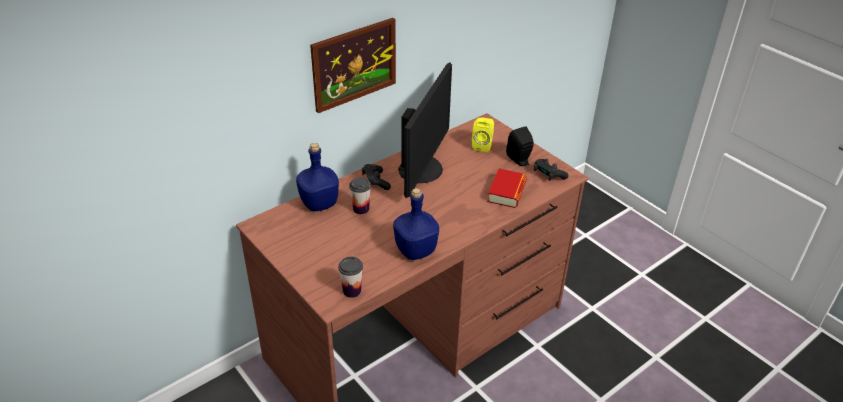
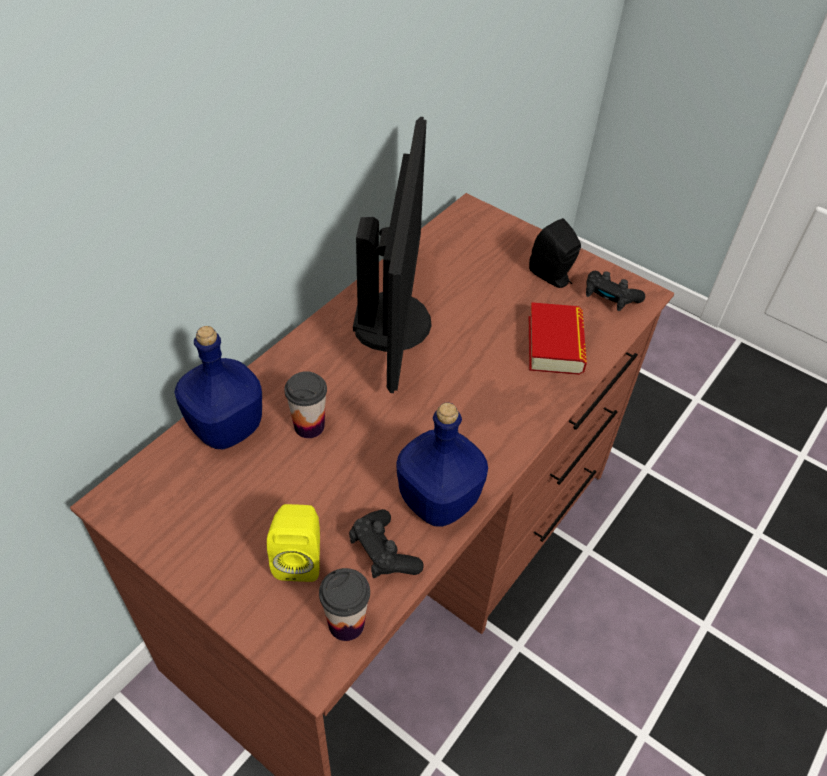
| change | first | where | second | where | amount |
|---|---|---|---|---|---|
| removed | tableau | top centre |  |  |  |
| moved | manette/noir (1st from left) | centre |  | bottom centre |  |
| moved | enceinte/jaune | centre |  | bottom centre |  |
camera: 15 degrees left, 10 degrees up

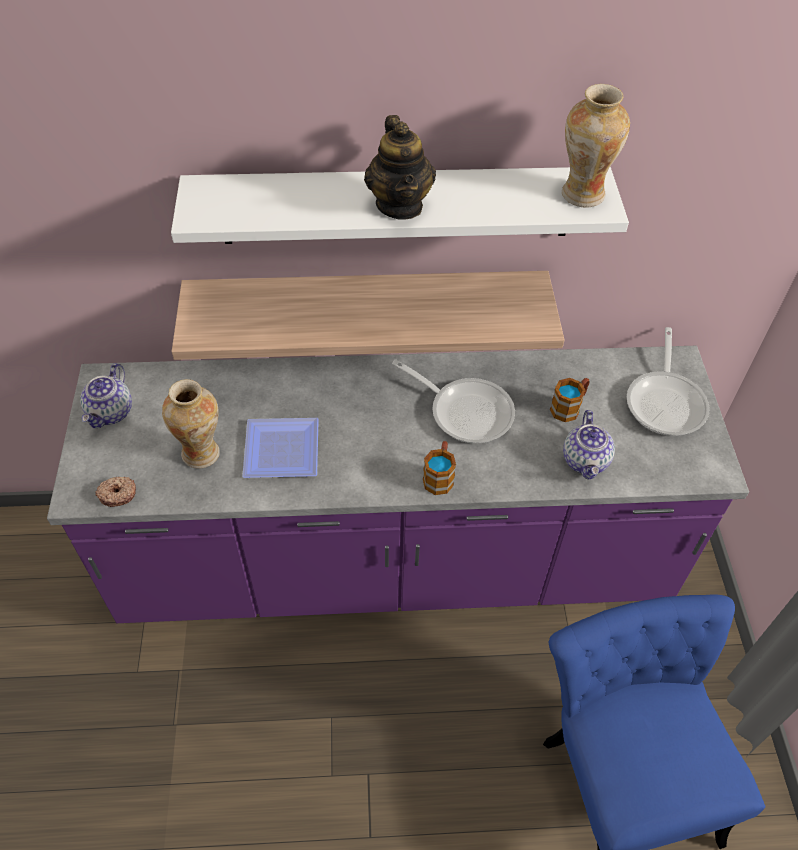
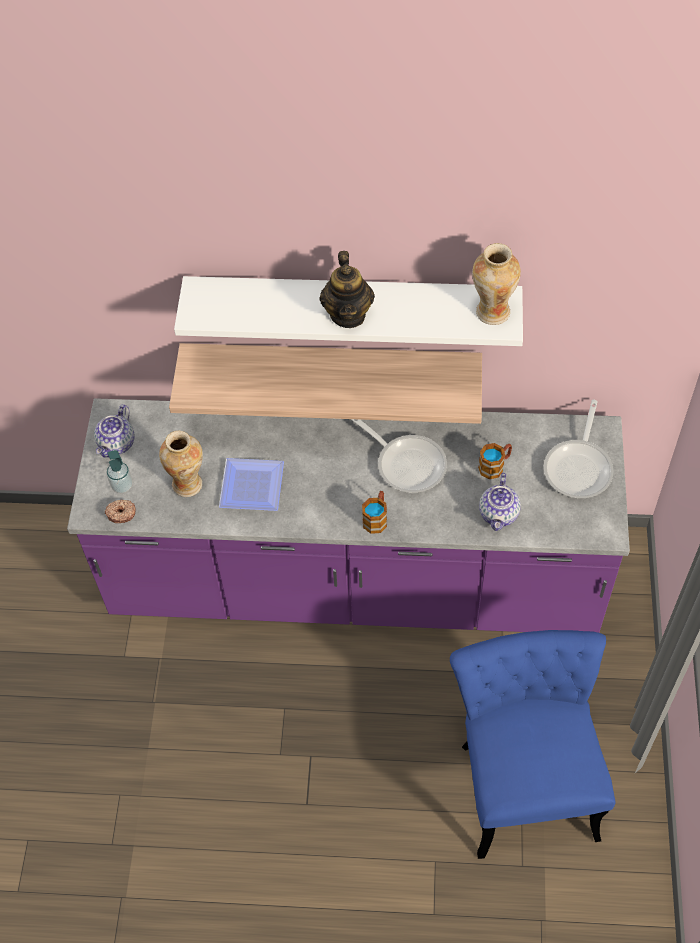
| change | first | where | second | where | amount |
|---|---|---|---|---|---|
| added |  |  | distributeur de savon | middle left |  |
camera: 10 degrees right, 5 degrees up

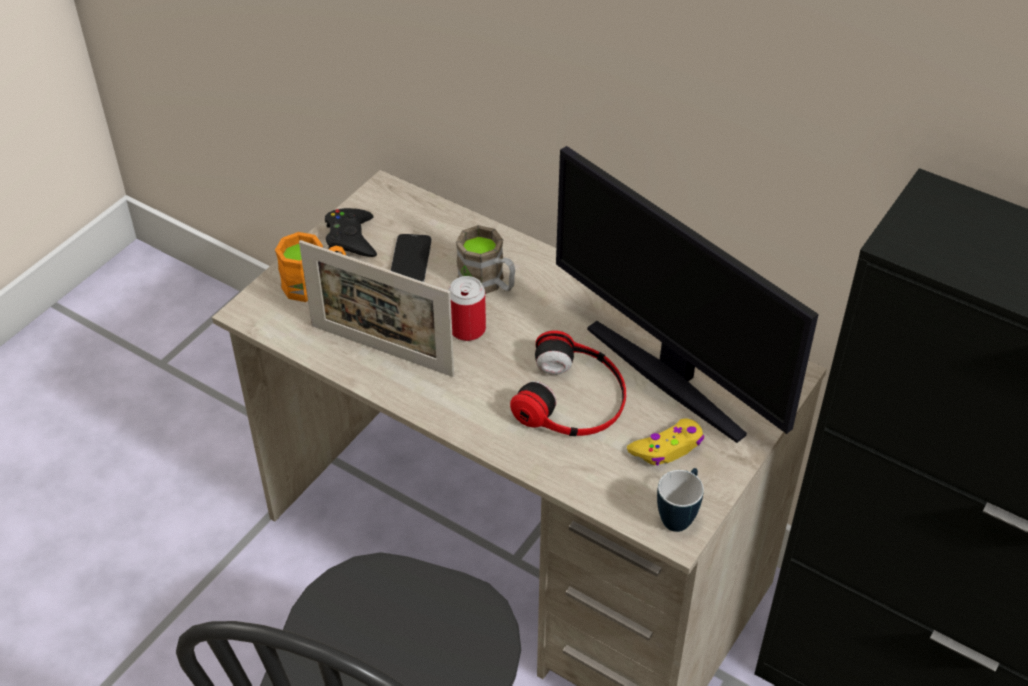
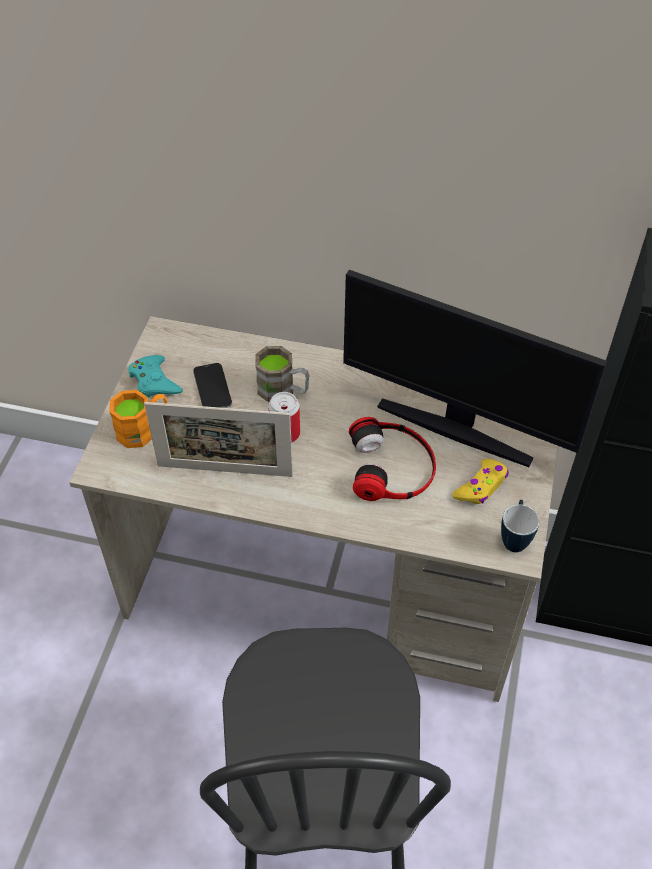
| change | first | where | second | where | amount |
|---|---|---|---|---|---|
| recoloured | manette/noir | centre | manette/turquoise | middle left |  |
camera: 20 degrees left, 5 degrees up

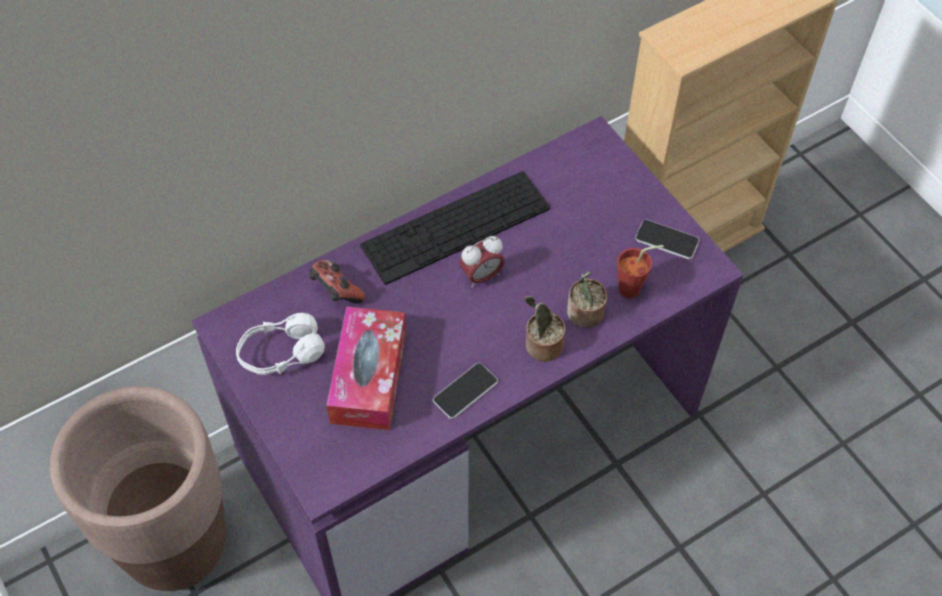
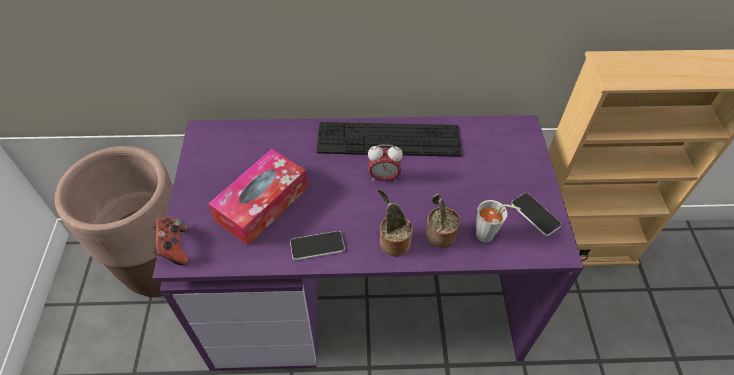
| change | first | where | second | where | amount |
|---|---|---|---|---|---|
| removed | casque audio/blanc | middle left |  |  |  |
| moved | manette | centre |  | middle left |  |
| recoloured | tasse/rouge | middle right | tasse/gris | middle right |  |
camera: 30 degrees right, 5 degrees down

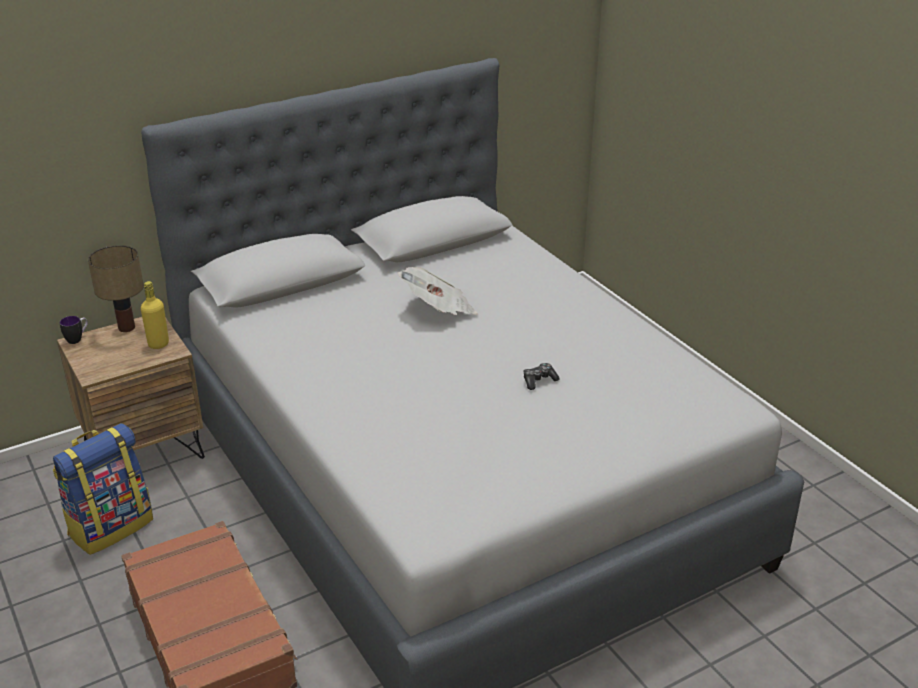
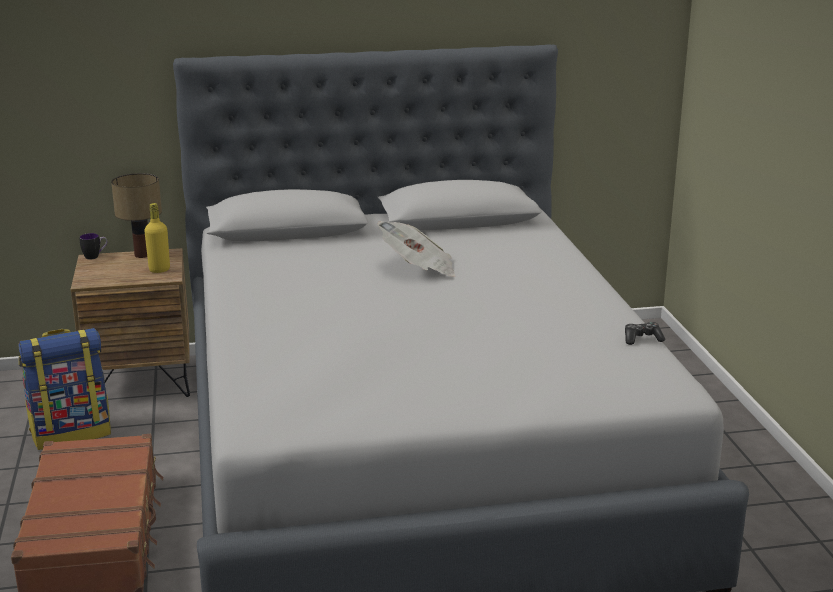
| change | first | where | second | where | amount |
|---|---|---|---|---|---|
| moved | manette | centre |  | middle right |  |
camera: 20 degrees right, 10 degrees down

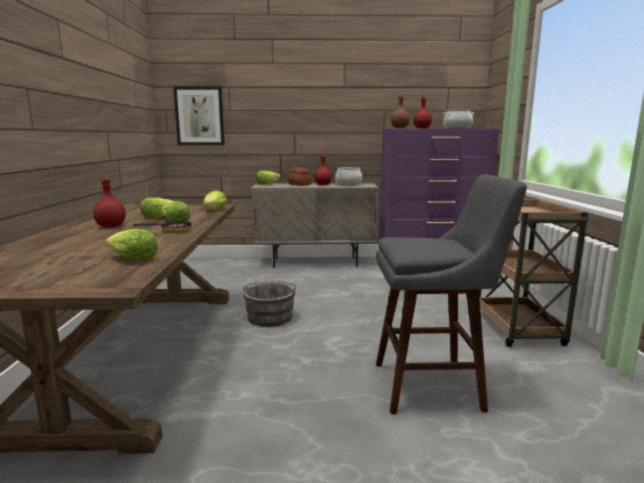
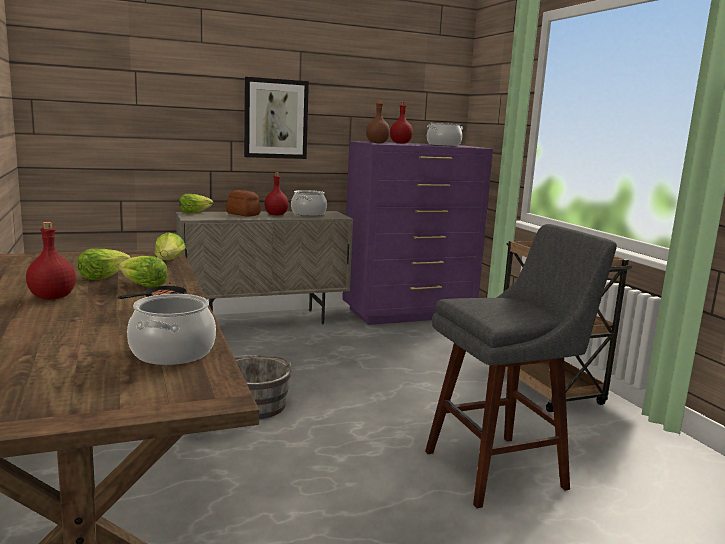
| change | first | where | second | where | amount |
|---|---|---|---|---|---|
| moved | tableau | top left |  | top centre |  |
| replaced | laitue (1st from left) | middle left | marmite (1st from left) | middle left |  |
camera: 20 degrees left, 0 degrees up

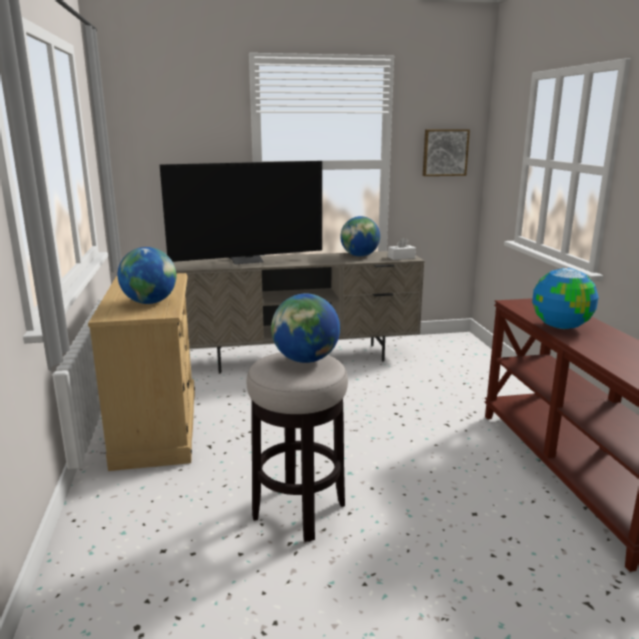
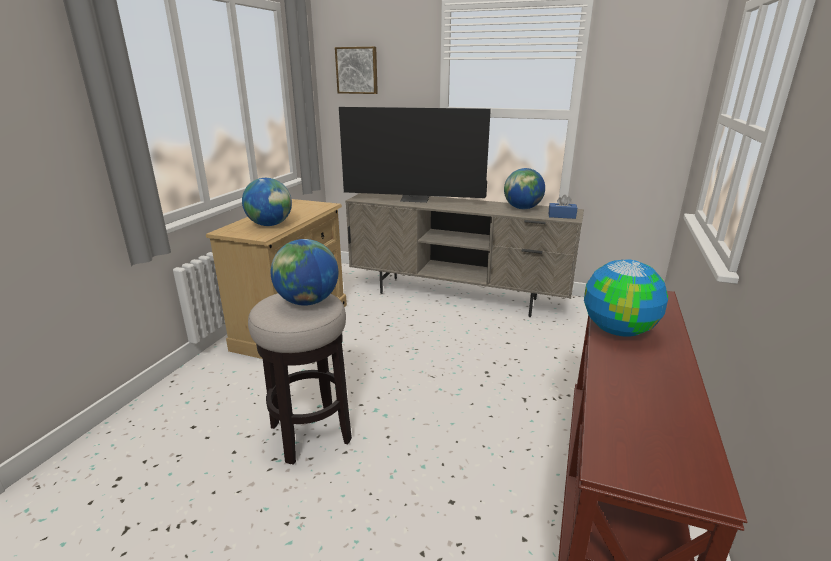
| change | first | where | second | where | amount |
|---|---|---|---|---|---|
| moved | tableau | top right |  | top centre |  |
| recoloured | boîte à mouchoirs/blanc | centre | boîte à mouchoirs/bleu | middle right |  |
camera: 30 degrees right, 5 degrees up

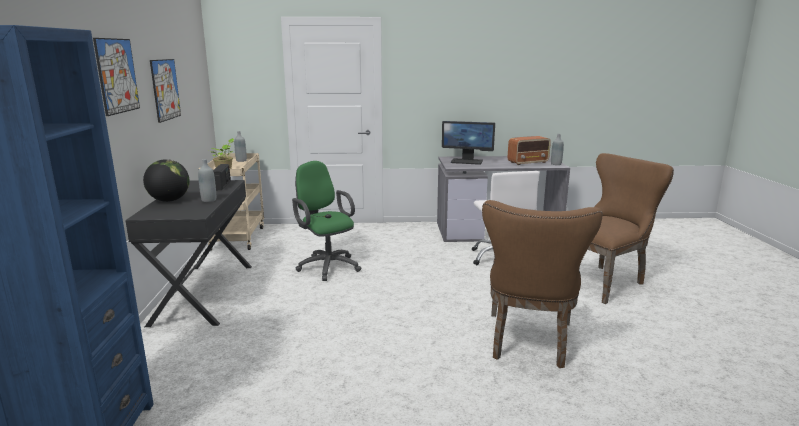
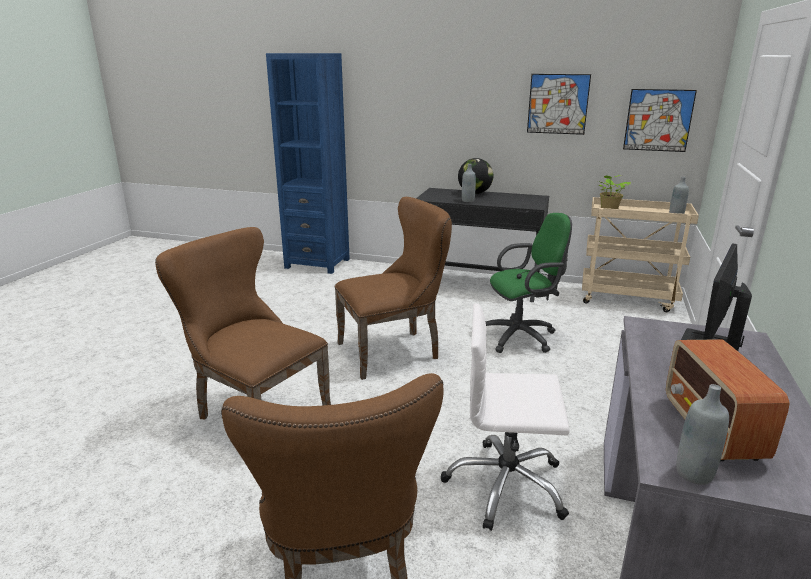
| change | first | where | second | where | amount |
|---|---|---|---|---|---|
| removed | radio (1st from left) | middle left |  |  |  |
| added |  |  | chaise/marron (3rd from left) | centre |  |
| moved | tableau (1st from left in the first image) | top left | tableau (2nd from left) | top right |  |
camera: 110 degrees right, 5 degrees up

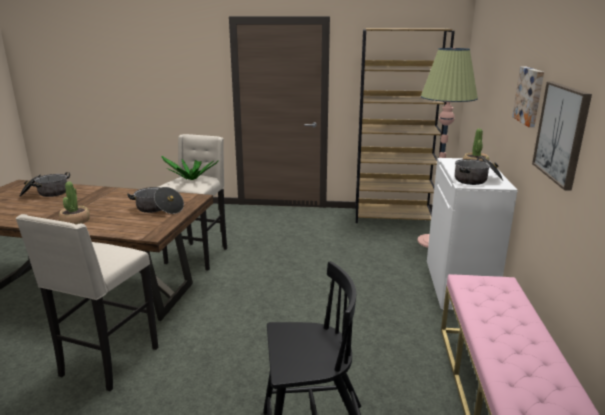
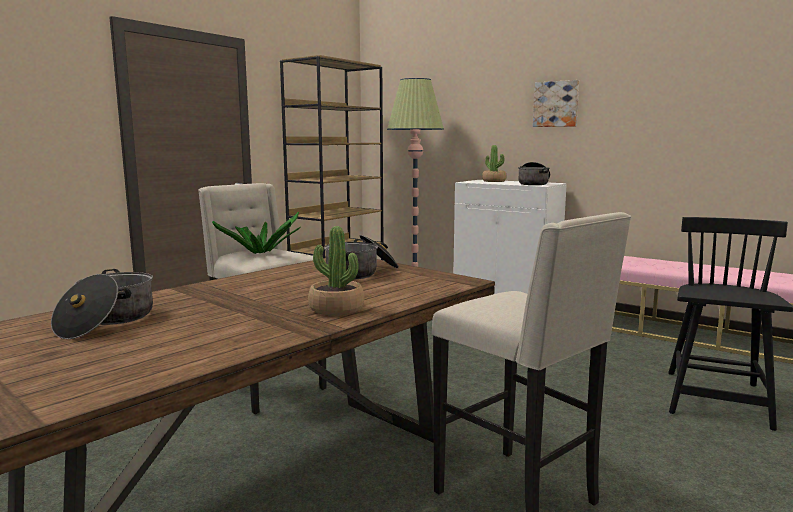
| change | first | where | second | where | amount |
|---|---|---|---|---|---|
| removed | tableau (2nd from left) | top right |  |  |  |
camera: 60 degrees left, 10 degrees down

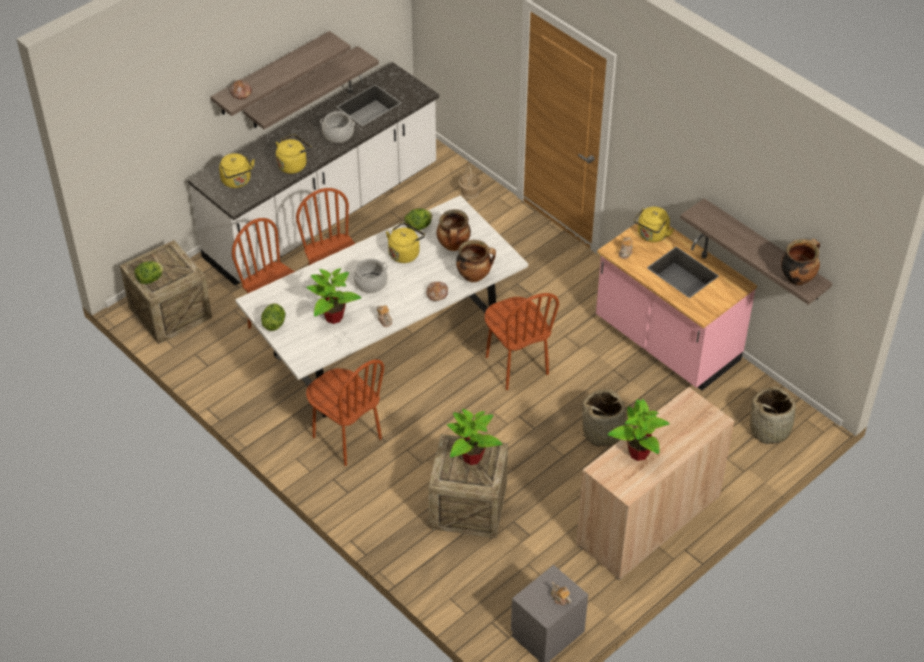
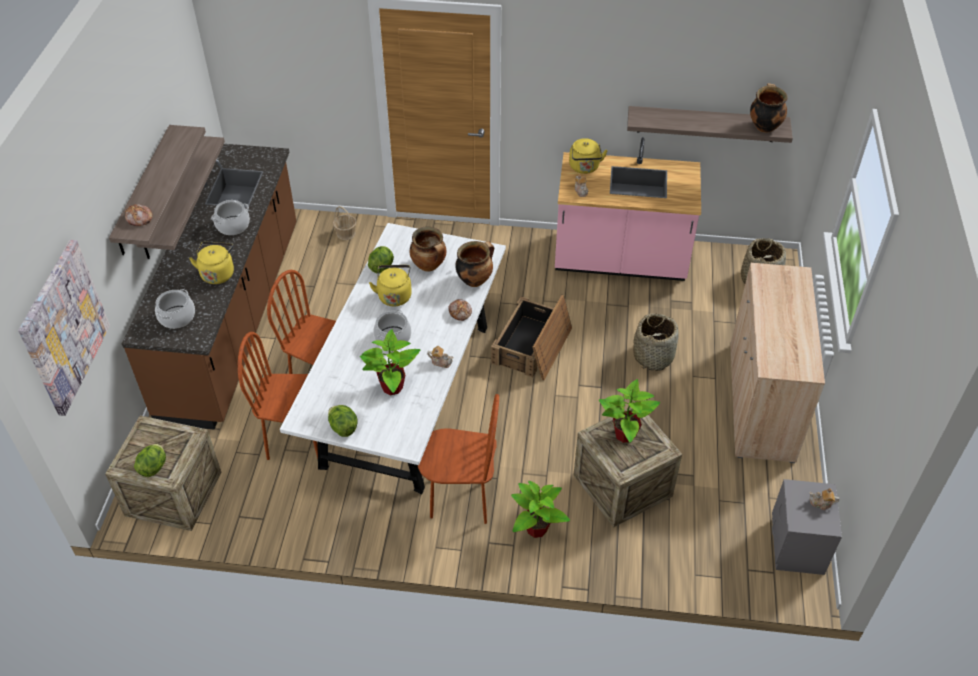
| change | first | where | second | where | amount |
|---|---|---|---|---|---|
| added |  |  | tableau | middle left |  |
| moved | plante en pot (3rd from left in the first image) | middle right | plante en pot (2nd from left) | bottom centre |  |
| replaced | bouilloire/jaune (1st from left) | top left | marmite (1st from left) | middle left |  |
| replaced | chaise/marron (4th from left) | centre | caisse (2nd from left) | centre |  |
| recoloured | comptoir de cuisine/blanc | top centre | comptoir de cuisine/marron | middle left |  |
camera: 40 degrees left, 0 degrees up

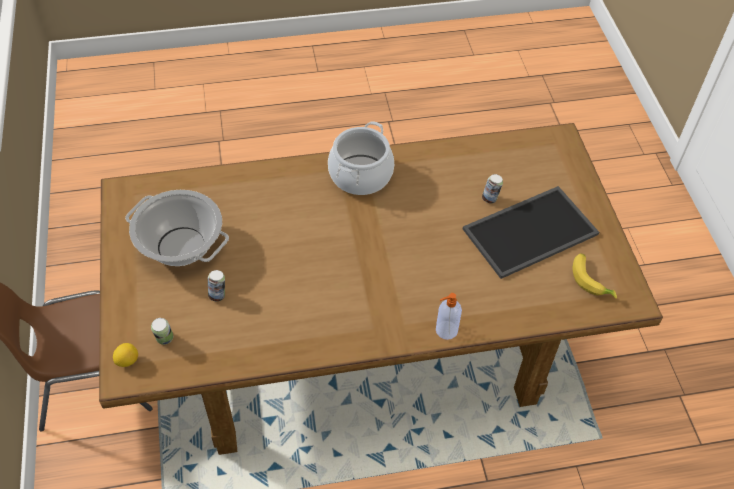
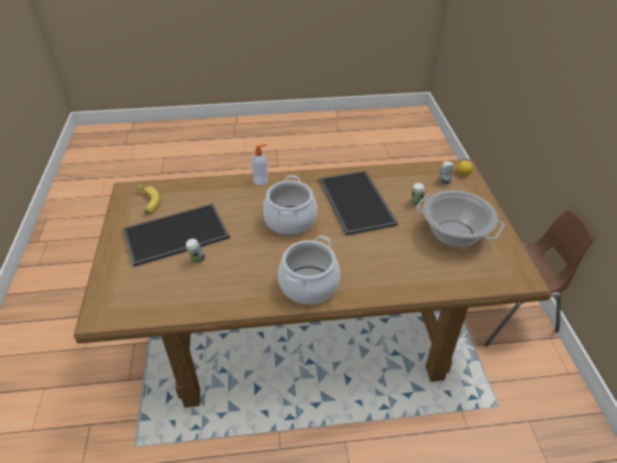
| change | first | where | second | where | amount |
|---|---|---|---|---|---|
| added |  |  | marmite (1st from left) | centre |  |
| added |  |  | plateau (2nd from left) | centre |  |
camera: 175 degrees left, 10 degrees down

